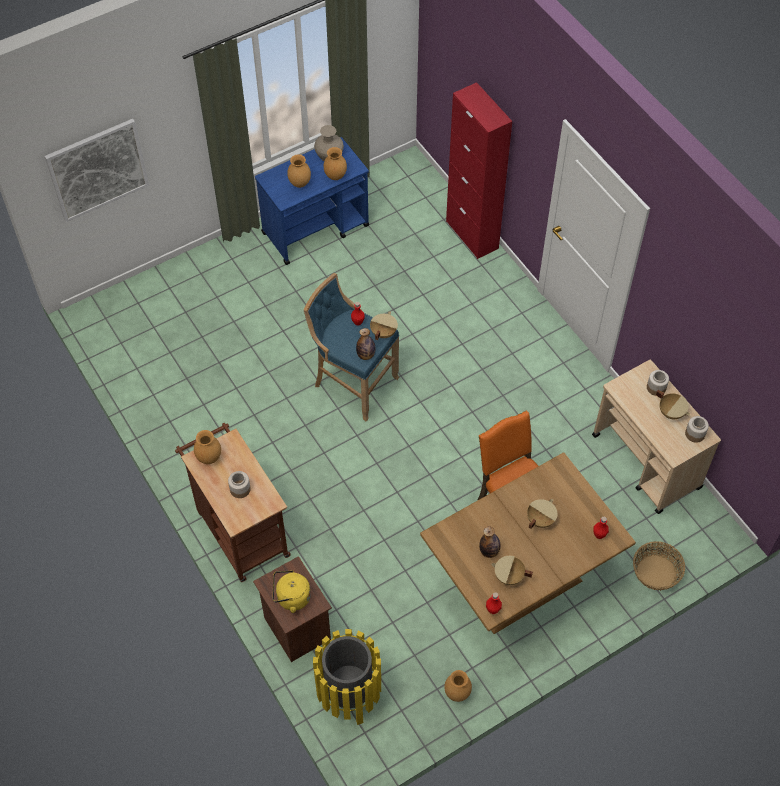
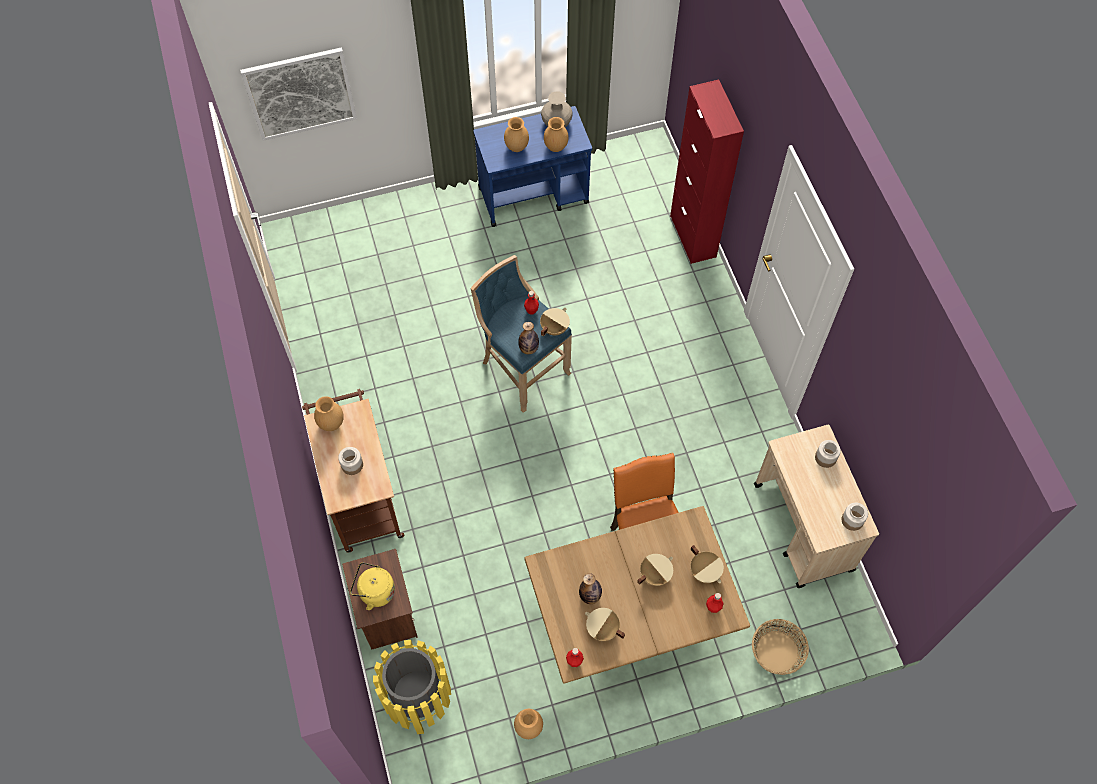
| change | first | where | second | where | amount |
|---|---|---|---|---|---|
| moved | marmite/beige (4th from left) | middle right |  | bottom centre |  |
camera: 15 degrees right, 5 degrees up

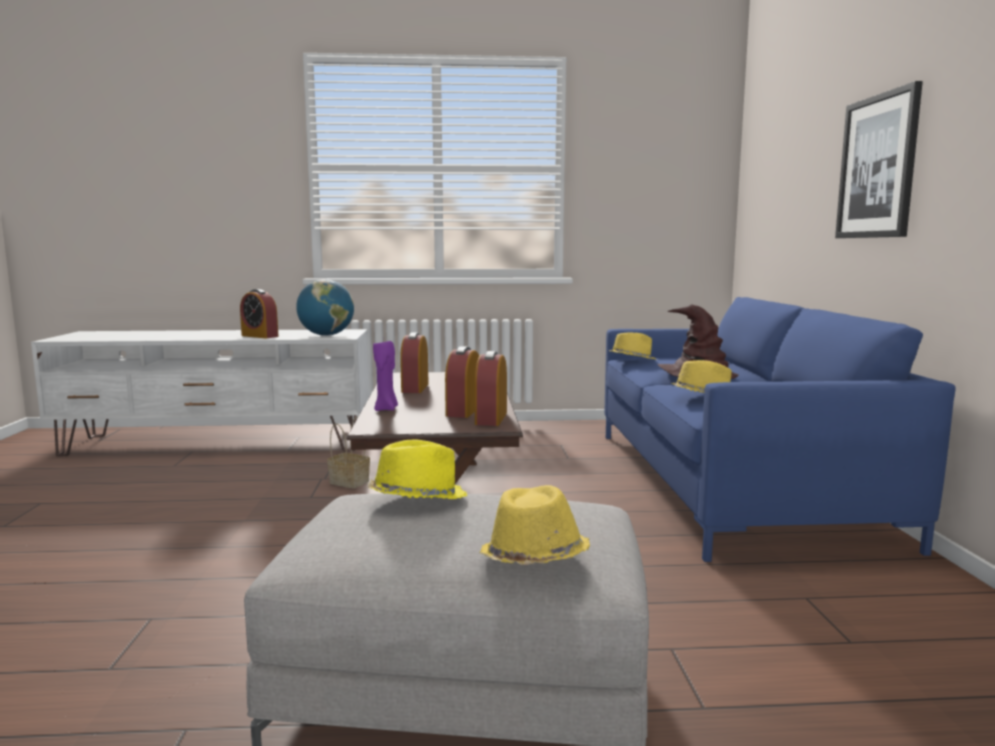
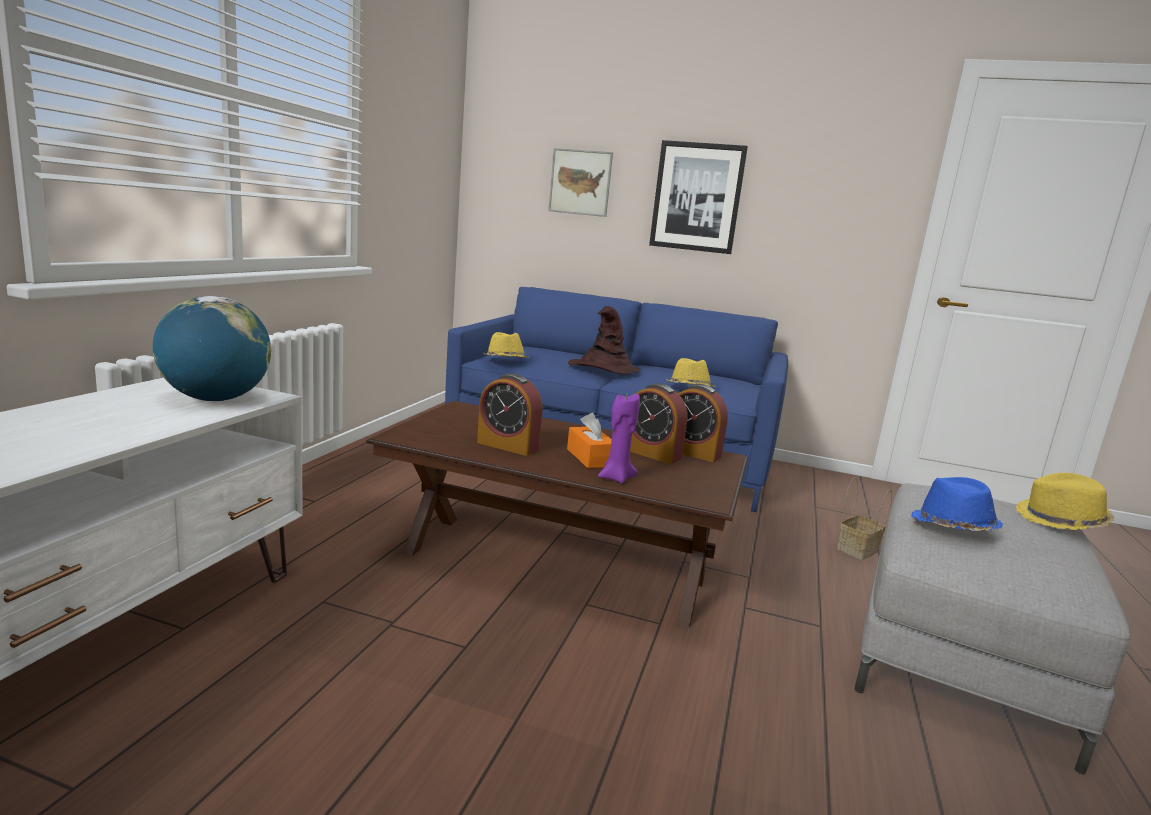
| change | first | where | second | where | amount |
|---|---|---|---|---|---|
| removed | réveil (1st from left) | middle left |  |  |  |
| added |  |  | tableau (1st from left) | top centre |  |
| added |  |  | boîte à mouchoirs/orange | centre |  |
| moved | panier | centre |  | middle right |  |
| recoloured | chapeau/jaune (1st from left) | centre | chapeau/bleu | middle right |  |
camera: 70 degrees left, 5 degrees up

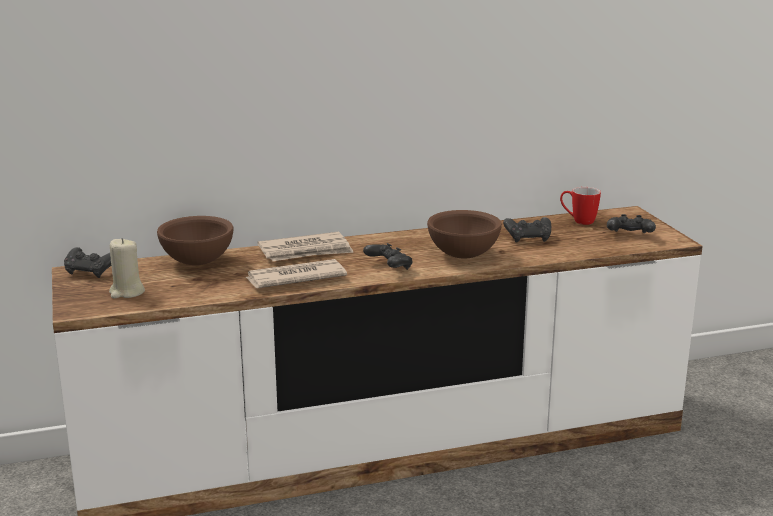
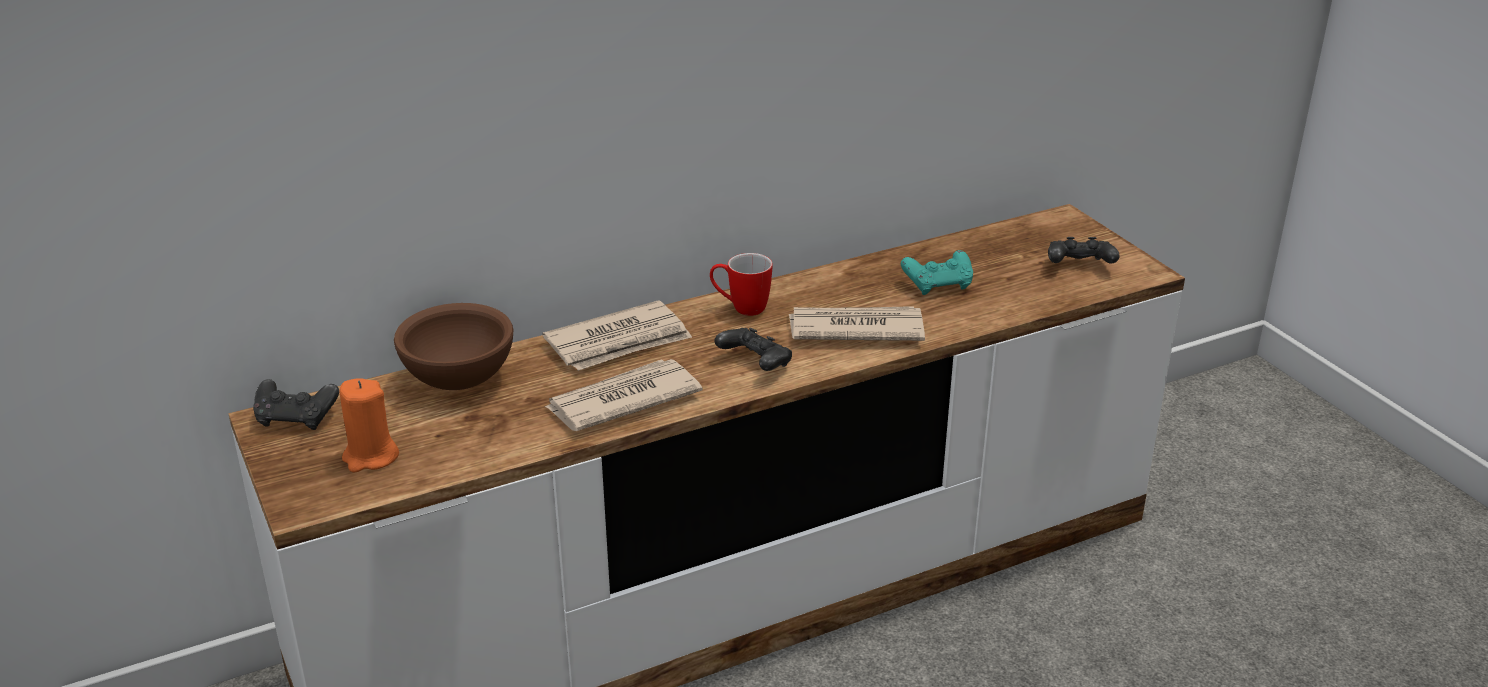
| change | first | where | second | where | amount |
|---|---|---|---|---|---|
| moved | mug | middle right |  | centre |  |
| replaced | bol/marron (2nd from left) | centre | journal (3rd from left) | centre |  |
| recoloured | bougie/beige | middle left | bougie/orange | middle left |  |
| recoloured | manette/noir (3rd from left) | middle right | manette/turquoise | centre |  |
camera: 10 degrees left, 10 degrees up

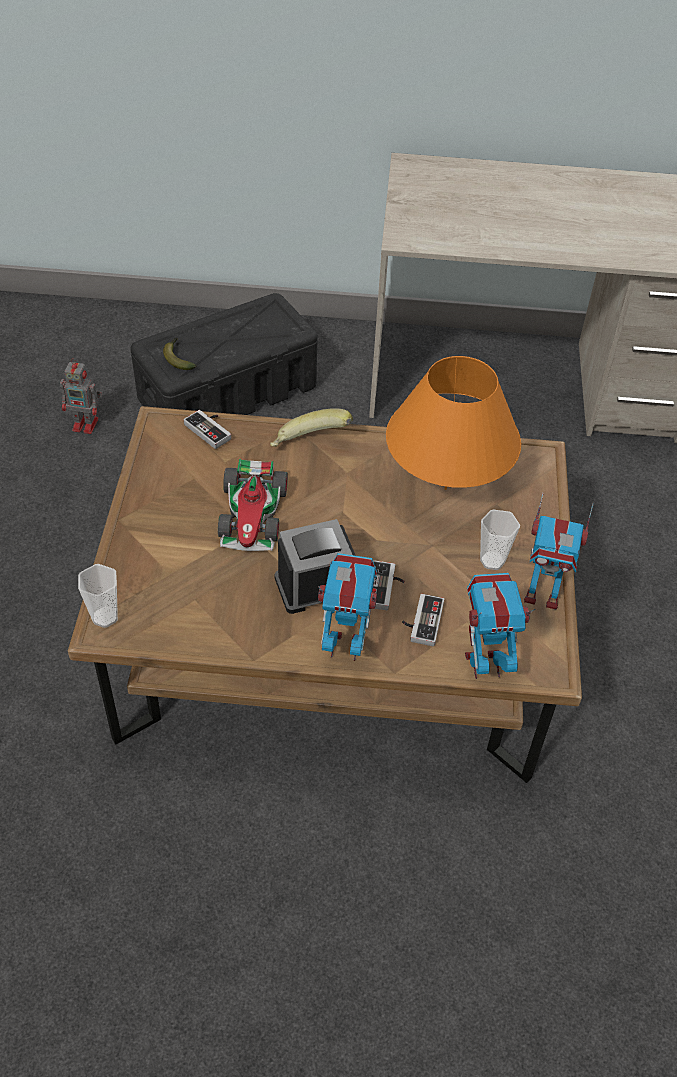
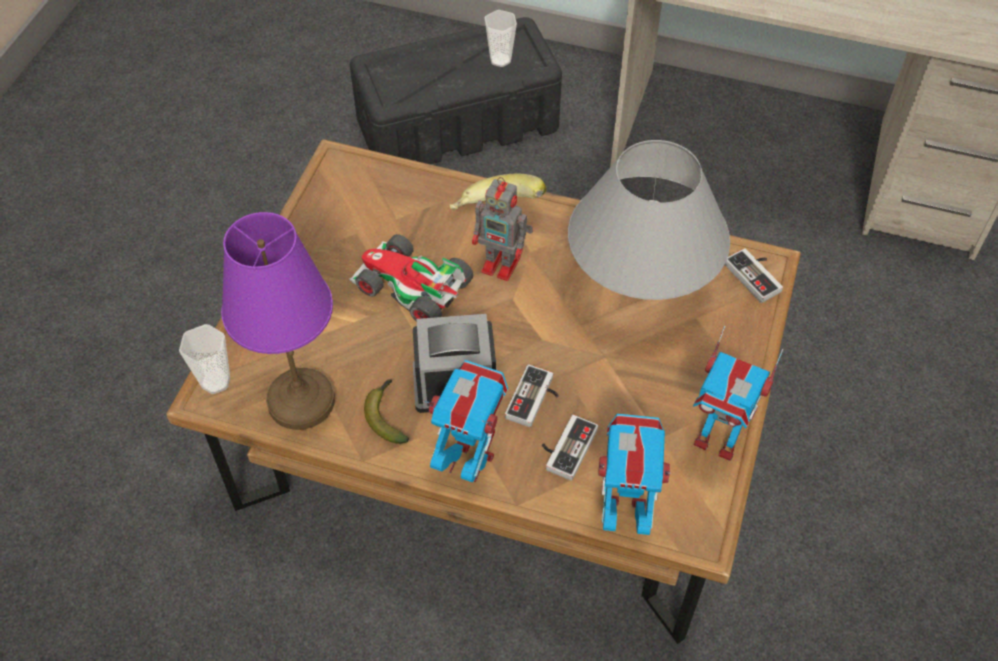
| change | first | where | second | where | amount |
|---|---|---|---|---|---|
| added |  |  | lampe de table/violet | middle left |  |
| moved | robot jouet (1st from left in the first image) | middle left | robot jouet (2nd from left) | centre |  |
| moved | banane (1st from left) | top left |  | centre |  |
| moved | manette (1st from left in the first image) | middle left | manette (3rd from left) | middle right |  |
| moved | tasse (2nd from left) | middle right |  | top centre |  |
| recoloured | lampe de table/orange | middle right | lampe de table/gris | top centre |  |
| turned | petite voiture | centre |  | centre | 105 degrees clockwise |
camera: 15 degrees right, 5 degrees up

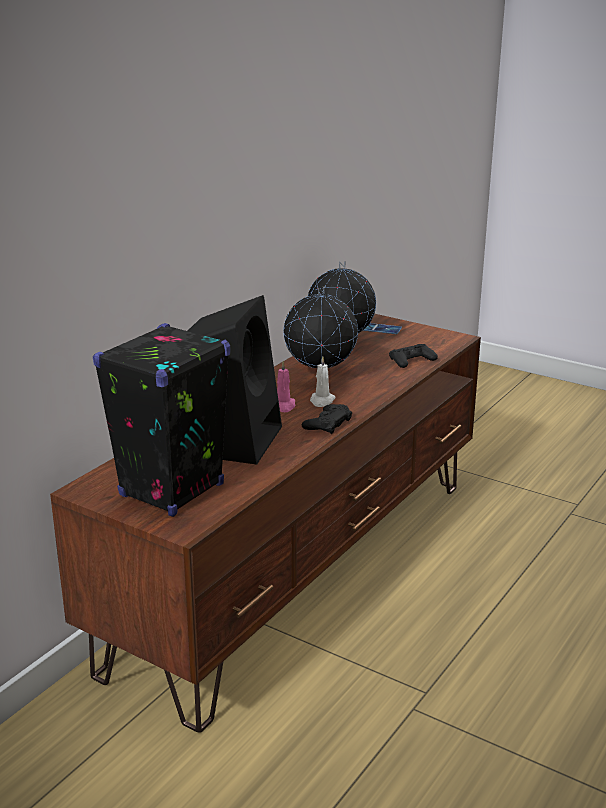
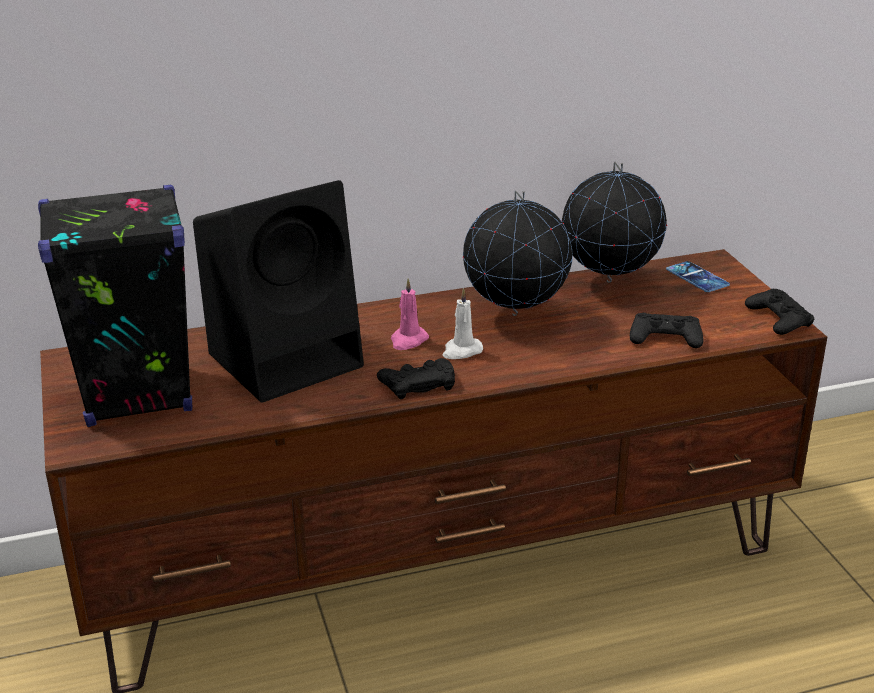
| change | first | where | second | where | amount |
|---|---|---|---|---|---|
| added |  |  | manette/noir (3rd from left) | middle right |  |
camera: 40 degrees right, 5 degrees up

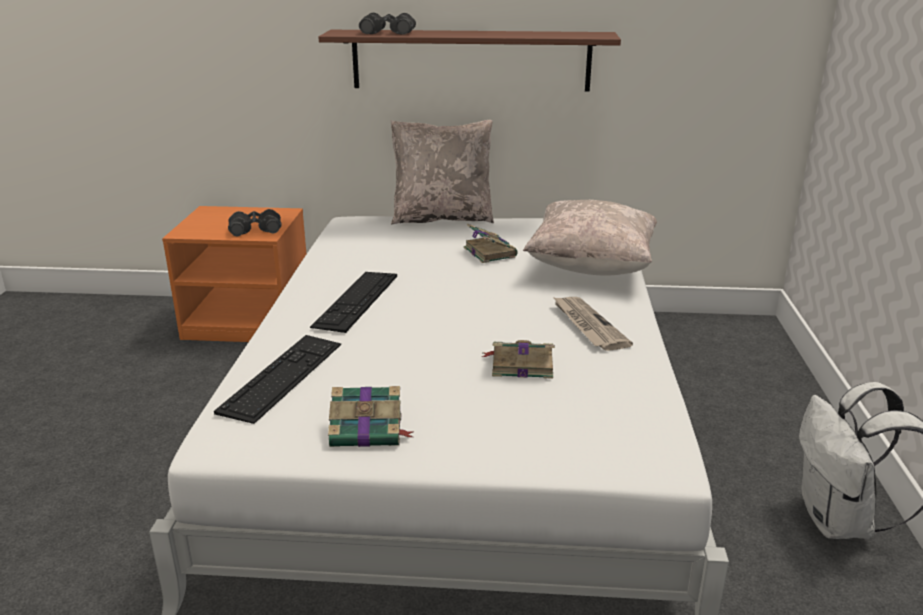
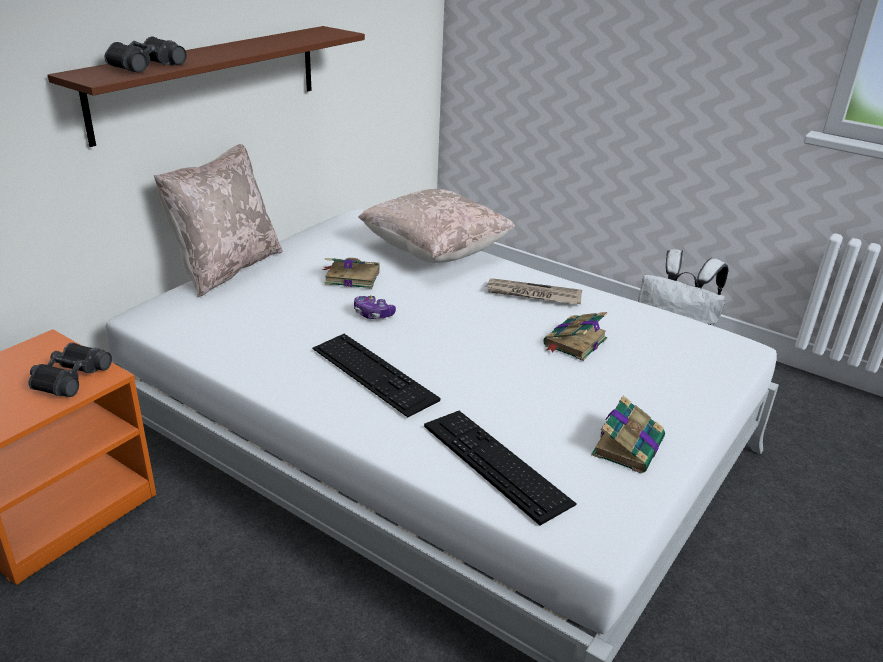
| change | first | where | second | where | amount |
|---|---|---|---|---|---|
| added |  |  | manette | centre |  |
camera: 60 degrees left, 5 degrees up

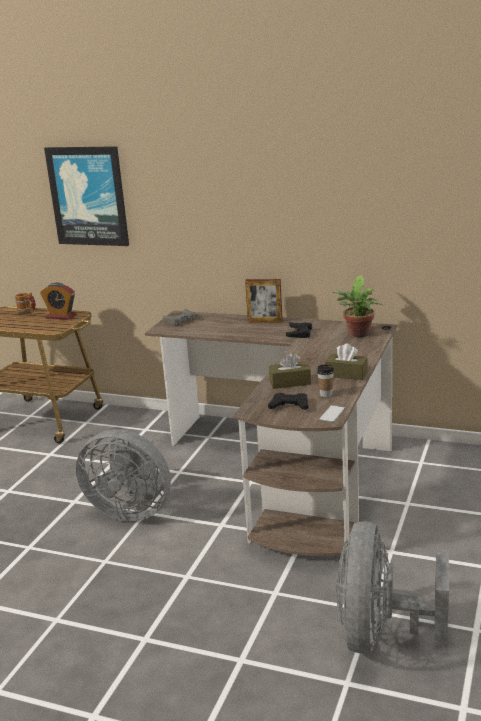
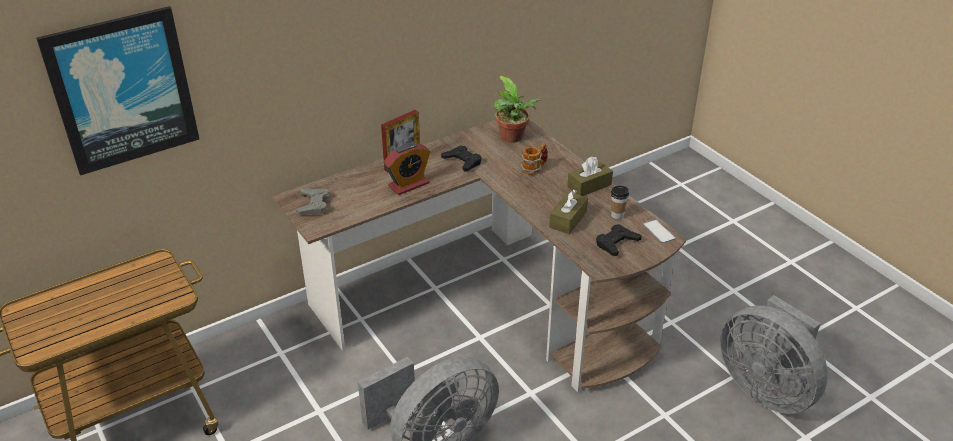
| change | first | where | second | where | amount |
|---|---|---|---|---|---|
| moved | mug | middle left |  | centre |  |
| moved | réveil | middle left |  | centre |  |
camera: 55 degrees left, 15 degrees up

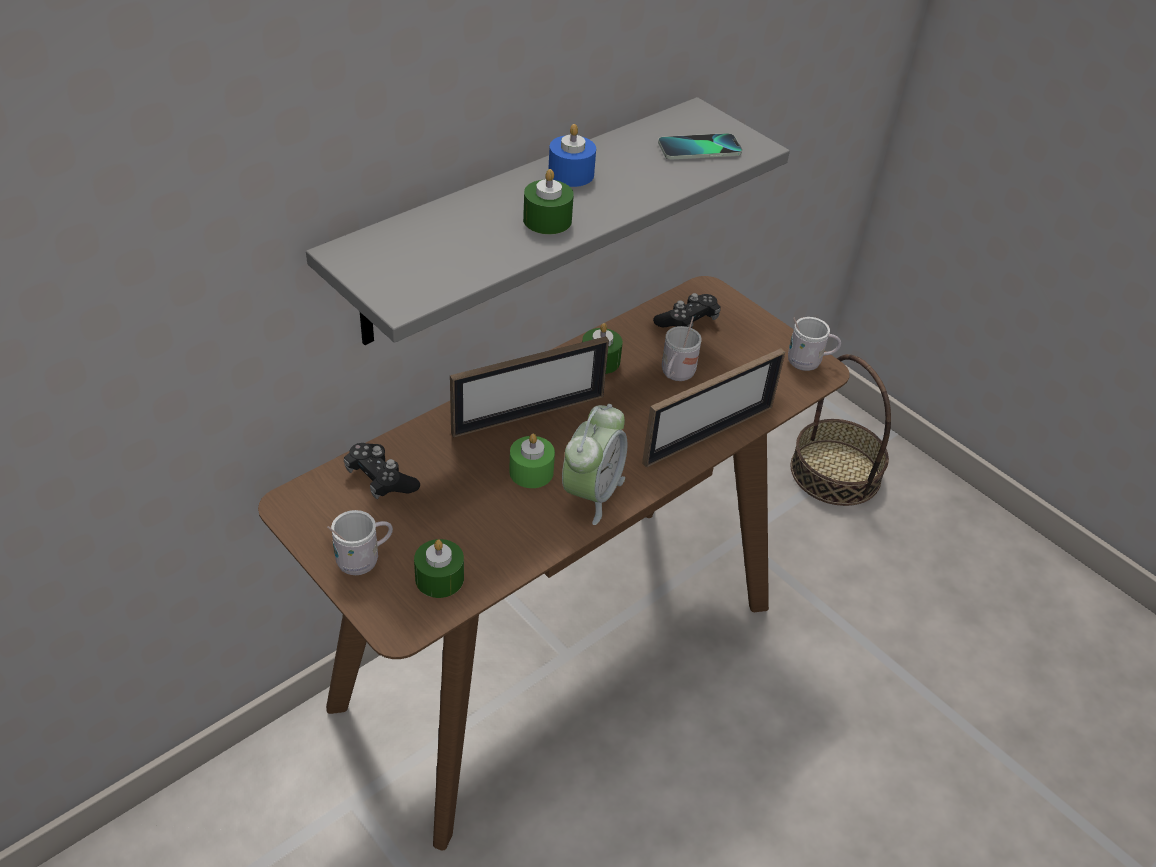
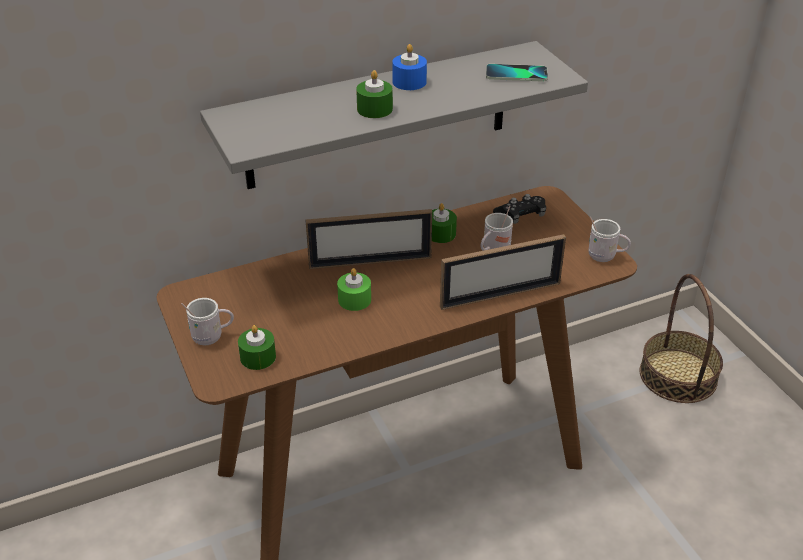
| change | first | where | second | where | amount |
|---|---|---|---|---|---|
| removed | manette/noir (1st from left) | middle left |  |  |  |
| removed | réveil | centre |  |  |  |
camera: 20 degrees right, 5 degrees down

